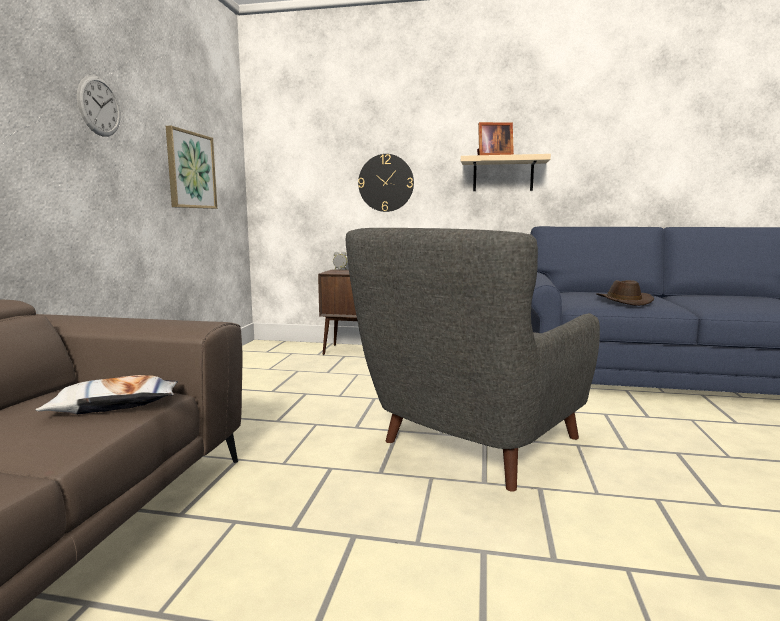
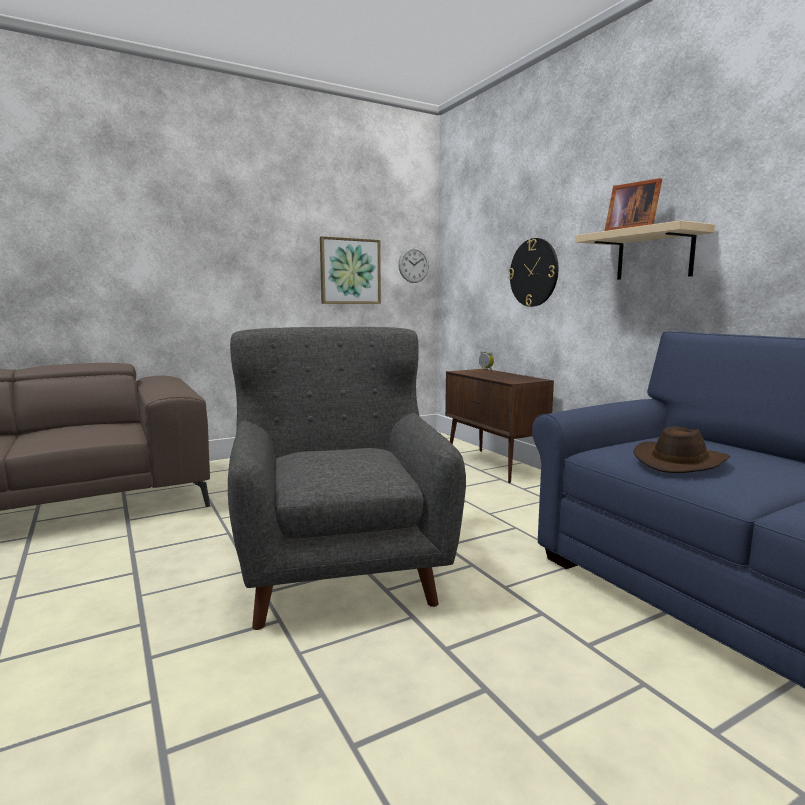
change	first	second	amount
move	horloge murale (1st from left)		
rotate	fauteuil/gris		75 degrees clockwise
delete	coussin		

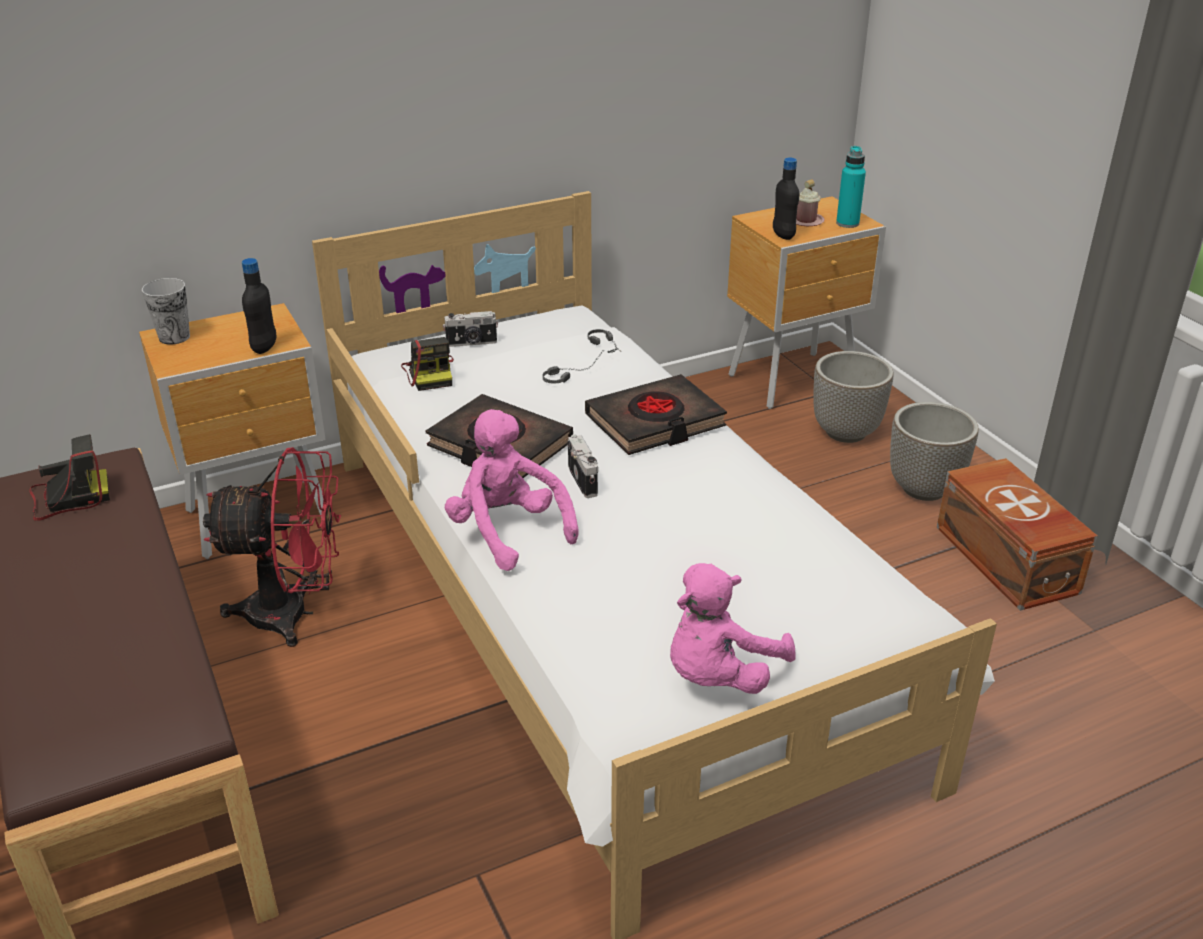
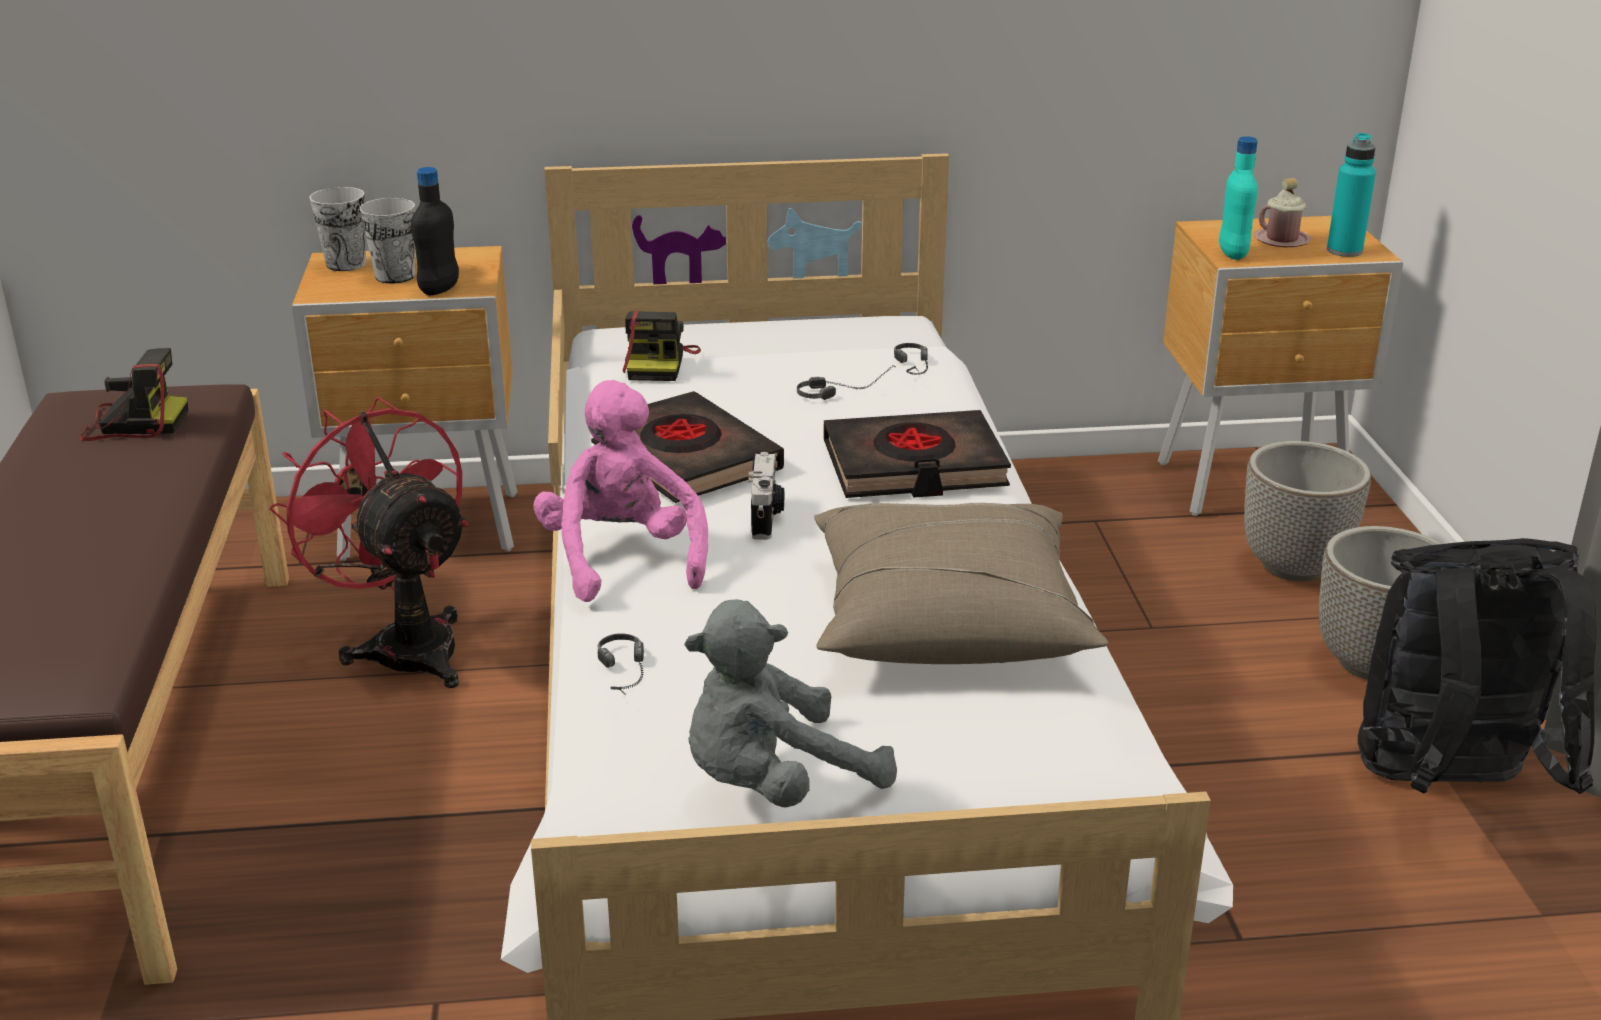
change	first	second	amount
recolor	bouteille/noir (2nd from left)	bouteille/turquoise (1st from left)	
delete	appareil photo (3rd from left)		
rotate	ventilateur/rouge		150 degrees counterclockwise
replace	boîte de rangement/marron	sac à dos/noir	
recolor	peluche/rose (2nd from left)	peluche/gris	
insert		tasse (2nd from left)	
insert		coussin/beige	
insert		casque audio (1st from left)	

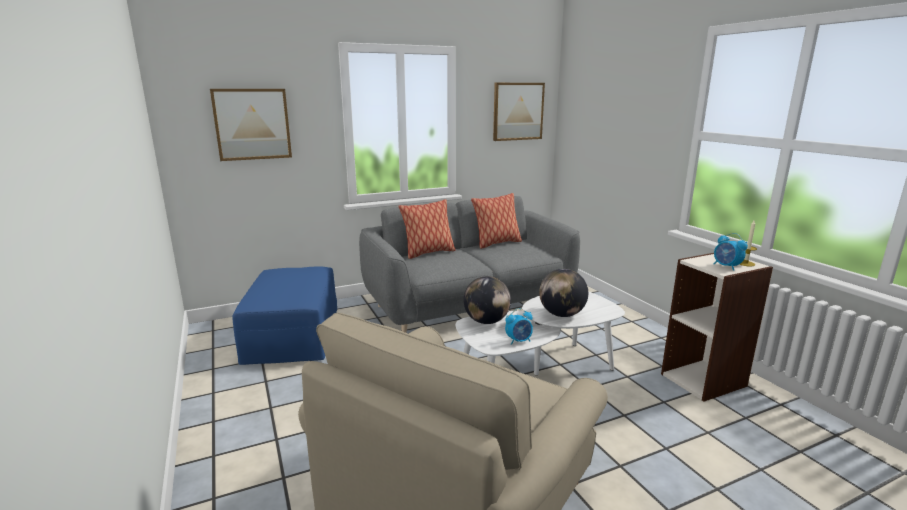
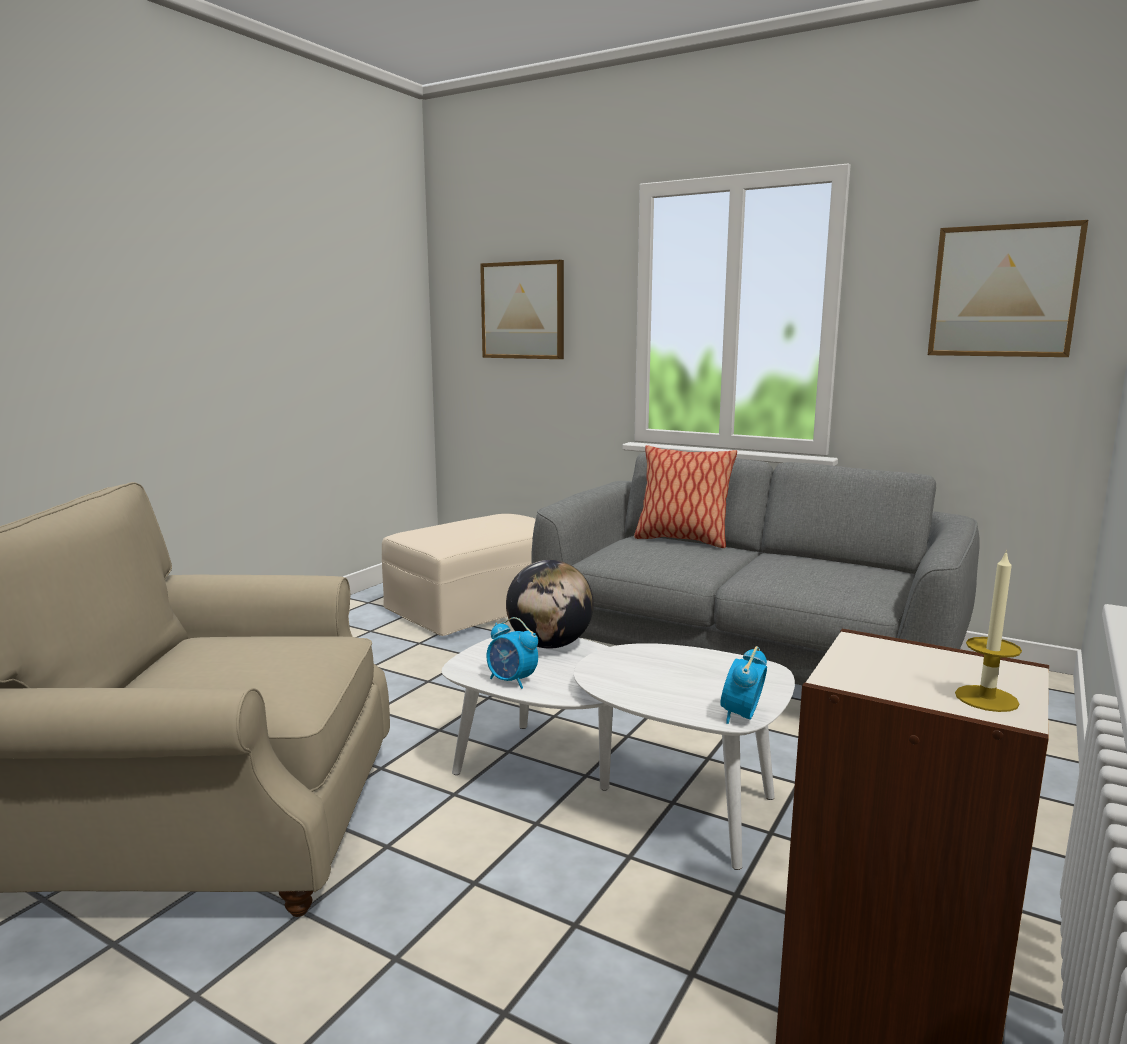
change	first	second	amount
delete	coussin (2nd from left)		
move	réveil (2nd from left)		
recolor	pouf/bleu	pouf/beige	
delete	globe (2nd from left)		

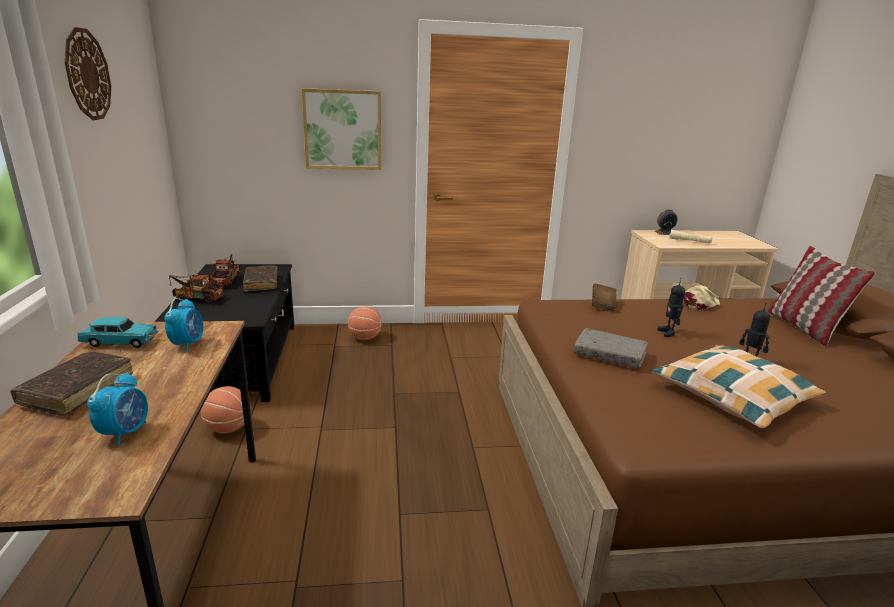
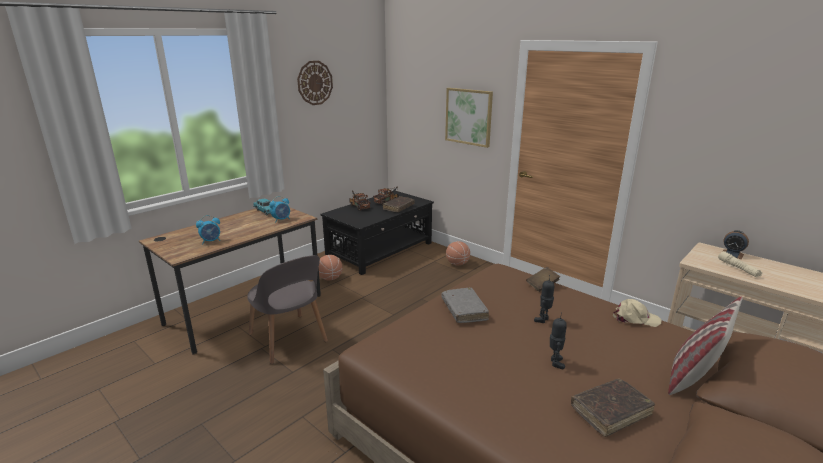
change	first	second	amount
delete	coussin (1st from left)		
move	livre/marron (1st from left in the first image)	livre/marron (3rd from left)	
insert		chaise/gris	

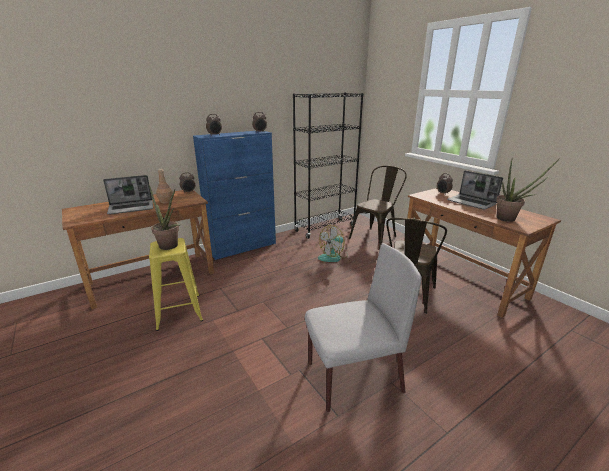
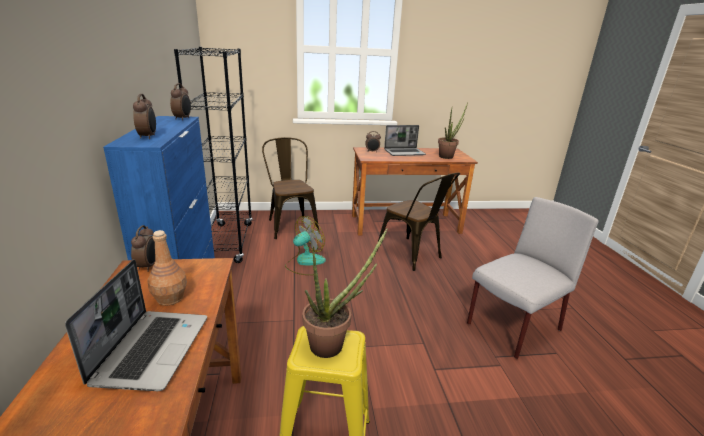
change	first	second	amount
rotate	ventilateur		120 degrees counterclockwise
rotate	chaise/gris		45 degrees clockwise

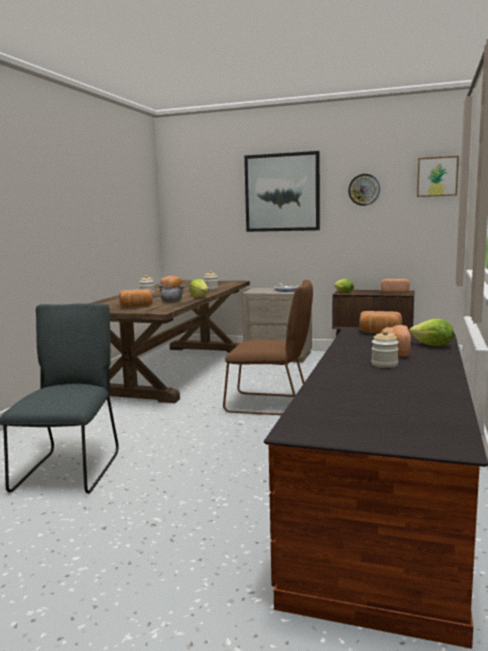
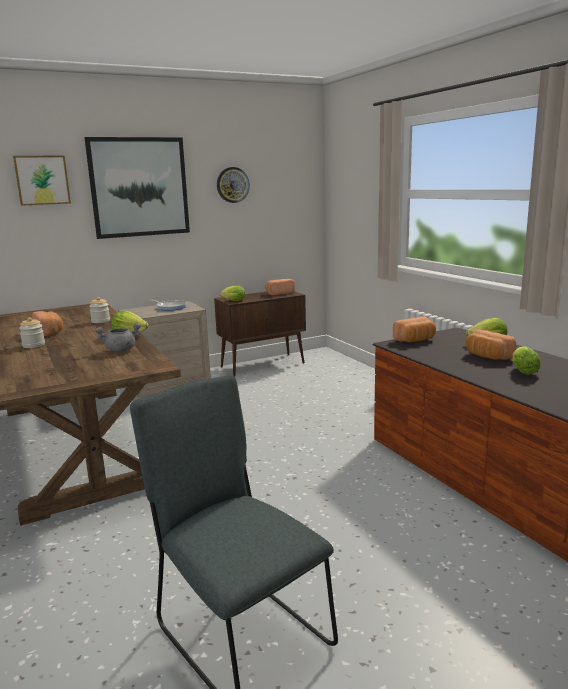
change	first	second	amount
move	tableau (2nd from left in the first image)	tableau (1st from left)	
delete	chaise/marron		
delete	pain (1st from left)		
replace	bocal (3rd from left)	laitue (4th from left)	

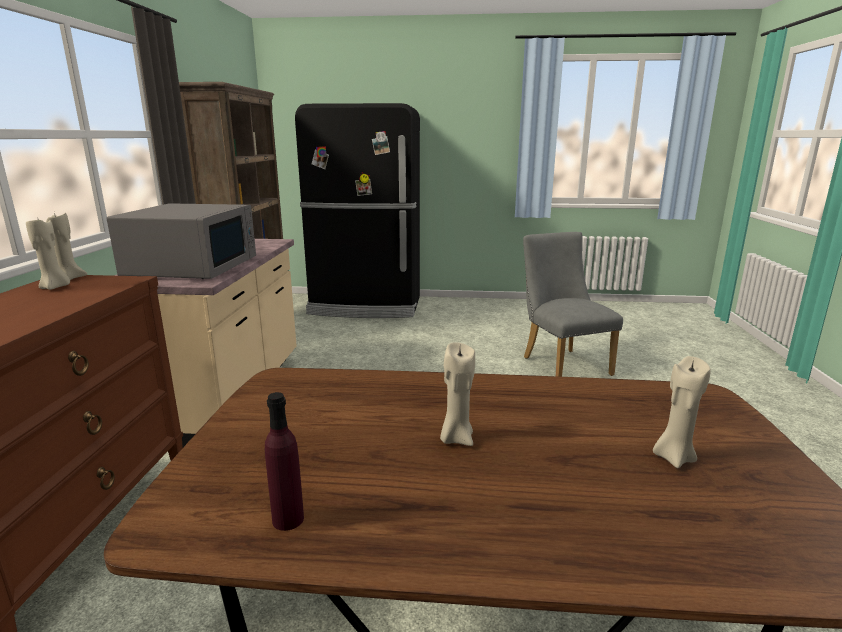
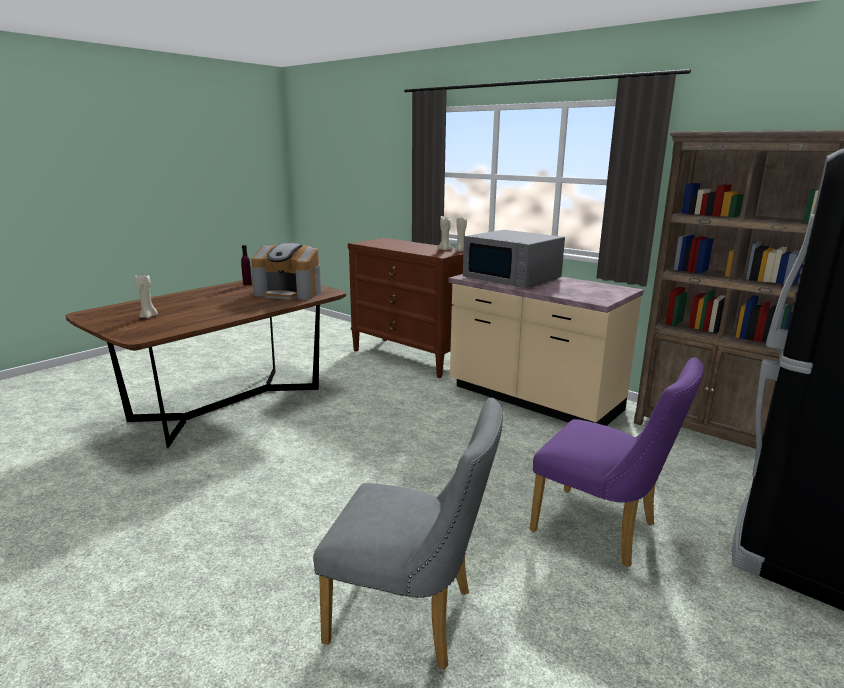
change	first	second	amount
delete	bougie/beige (3rd from left)		
insert		machine à café	
insert		chaise/violet	

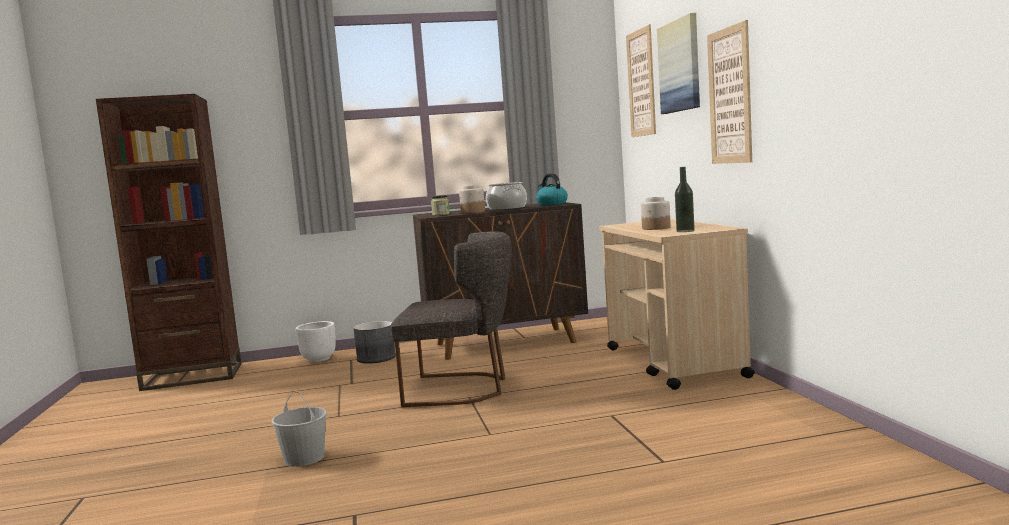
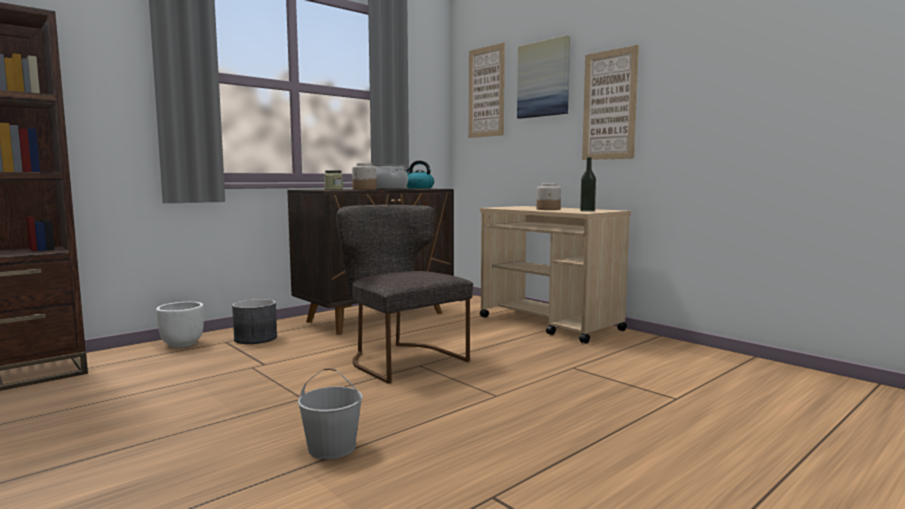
change	first	second	amount
rotate	chaise/gris		105 degrees counterclockwise

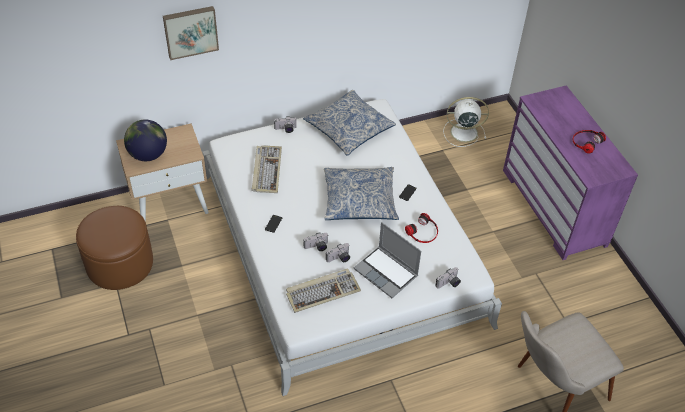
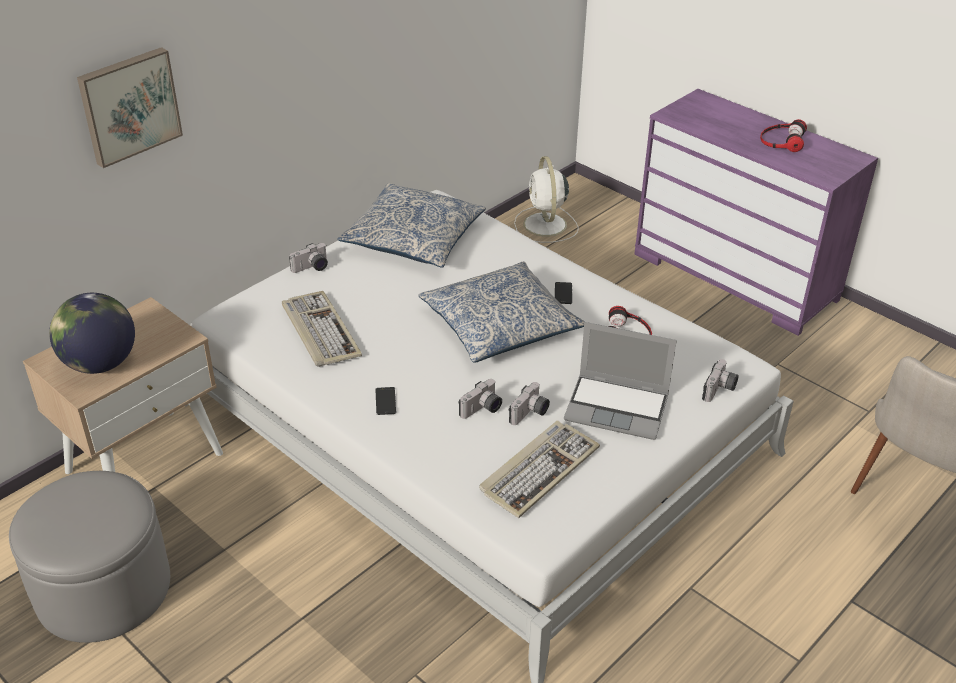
change	first	second	amount
rotate	ventilateur/blanc		75 degrees counterclockwise
recolor	pouf/marron	pouf/gris	

